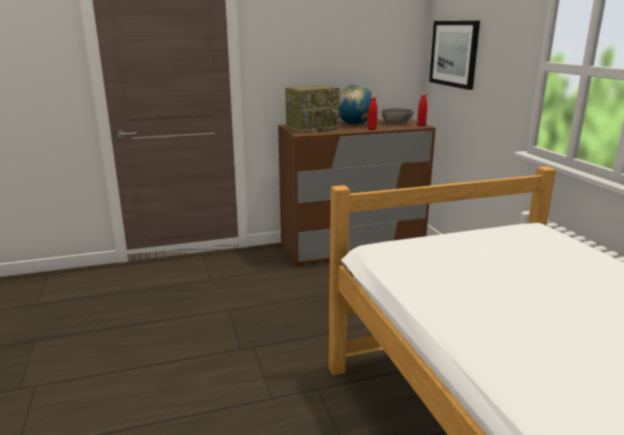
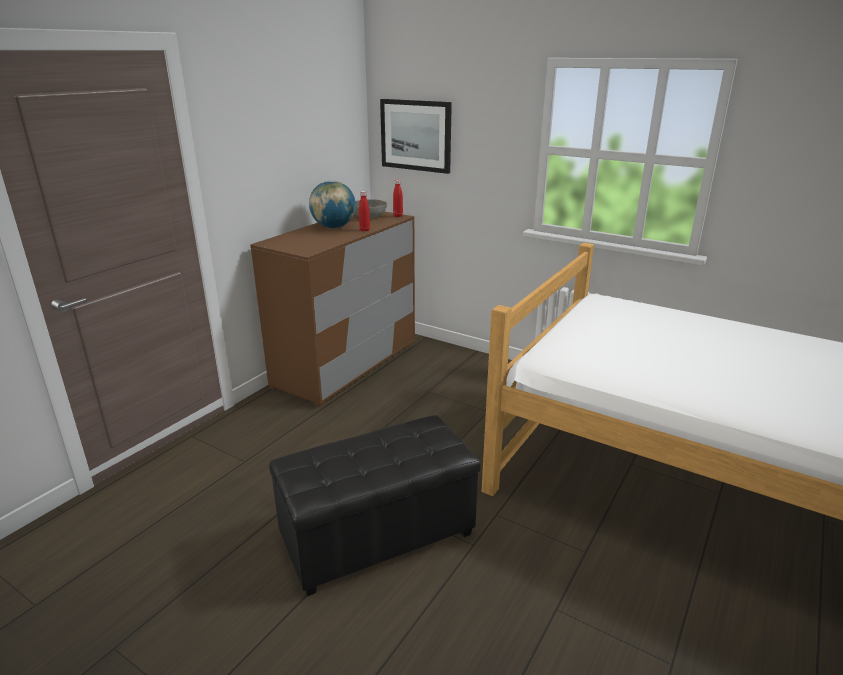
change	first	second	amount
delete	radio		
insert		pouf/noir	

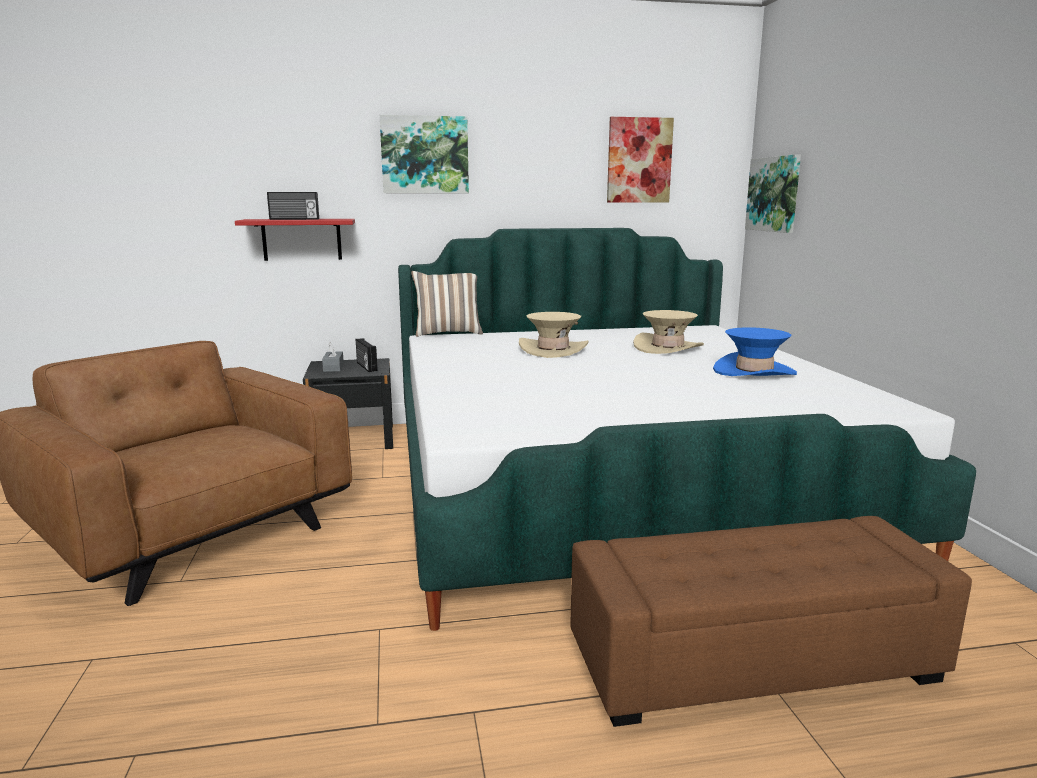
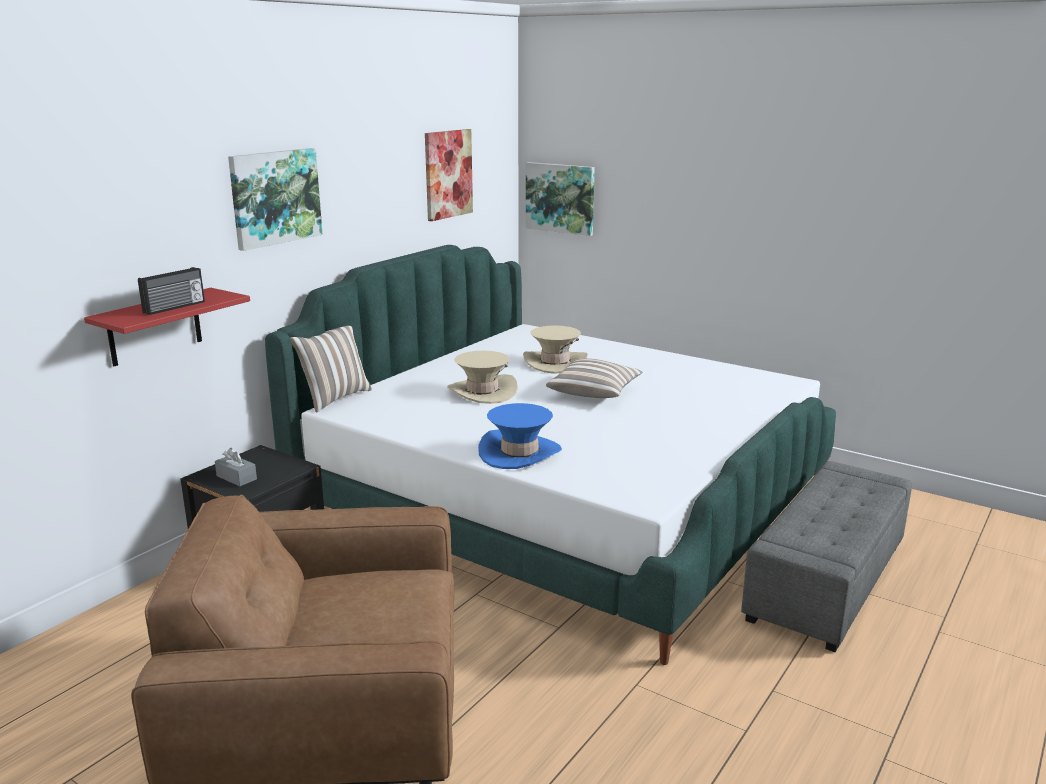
change	first	second	amount
move	chapeau/bleu		
delete	radio (2nd from left)		
recolor	pouf/marron	pouf/gris	
insert		coussin (2nd from left)	

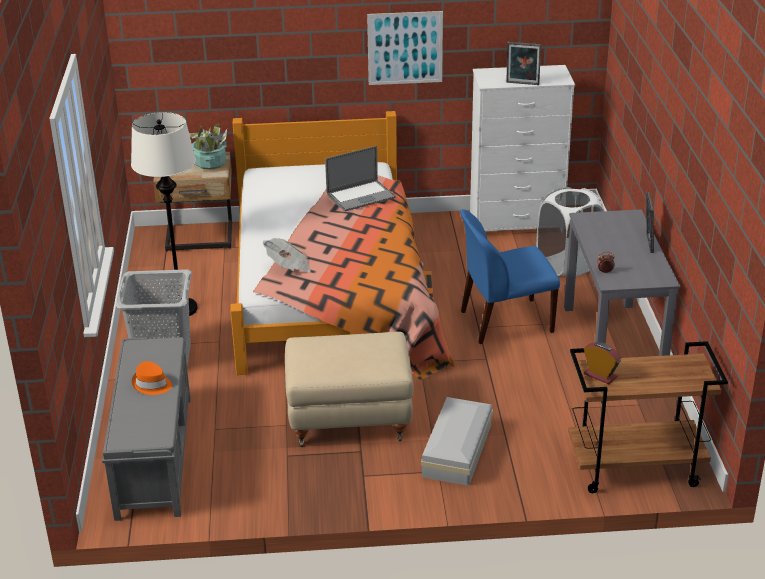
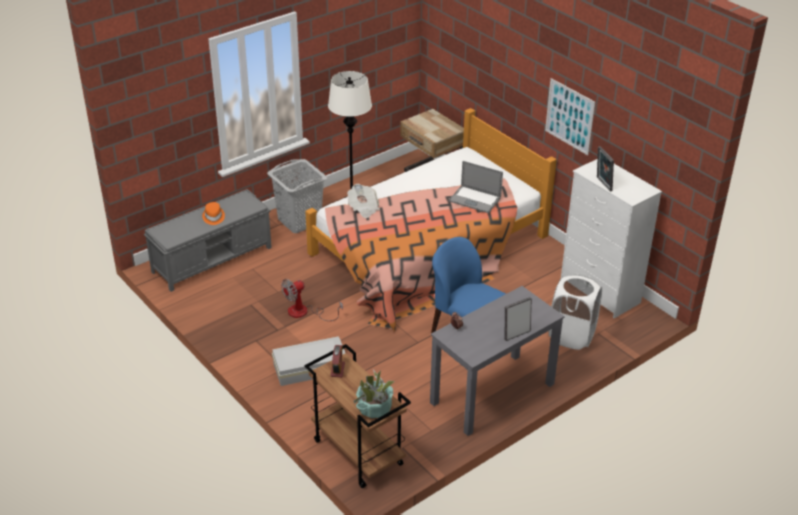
change	first	second	amount
move	plante en pot		
replace	pouf/beige	ventilateur	

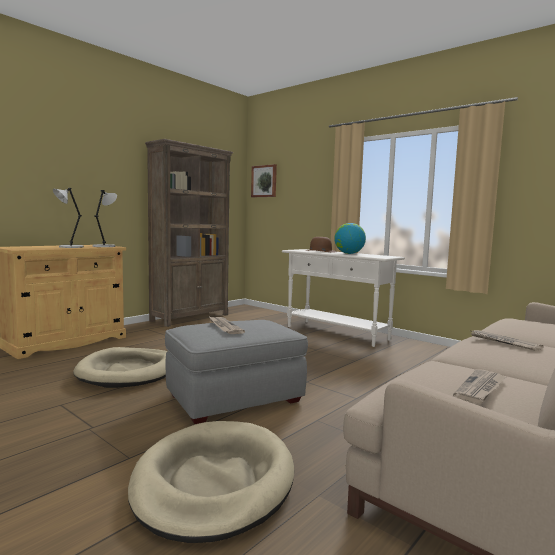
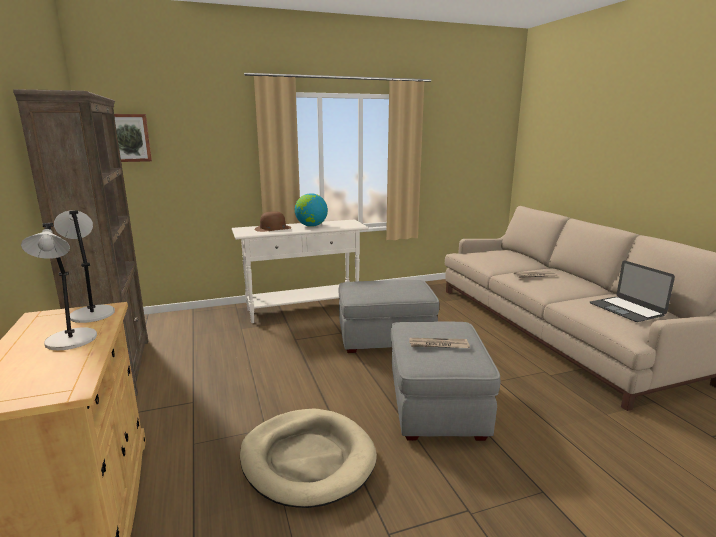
change	first	second	amount
replace	journal (2nd from left)	ordinateur portable	
delete	panier pour chien/beige (2nd from left)		
insert		pouf/gris (1st from left)	

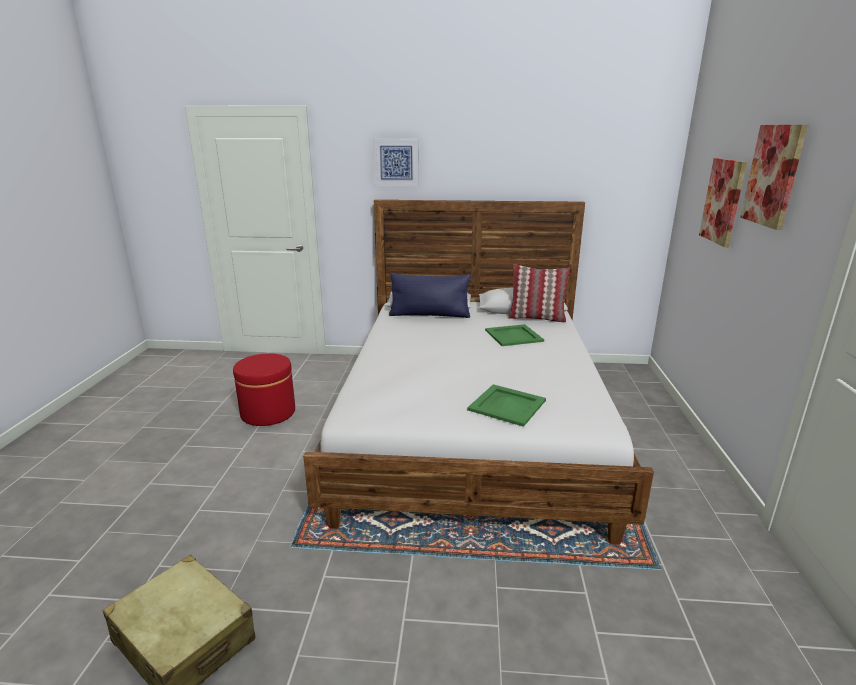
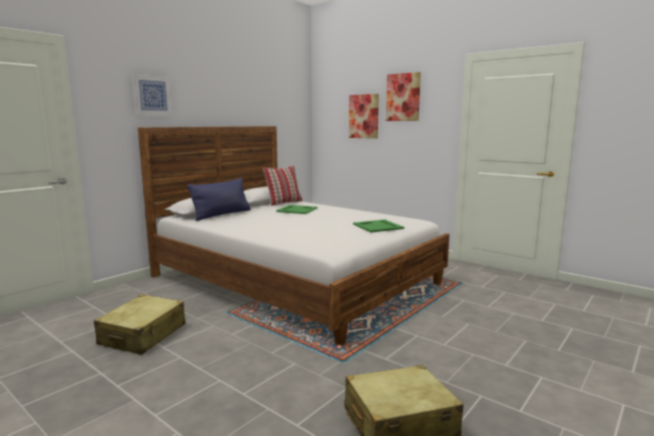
change	first	second	amount
replace	pouf/rouge	valise/beige (1st from left)	

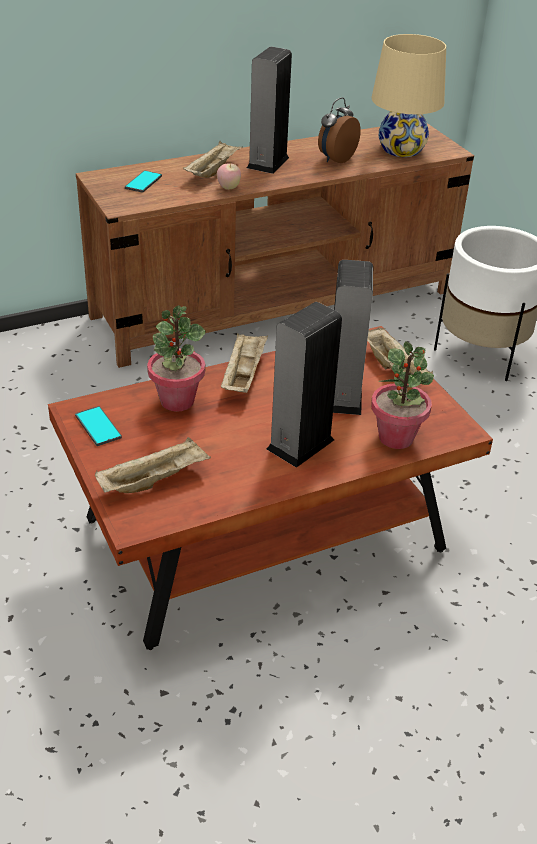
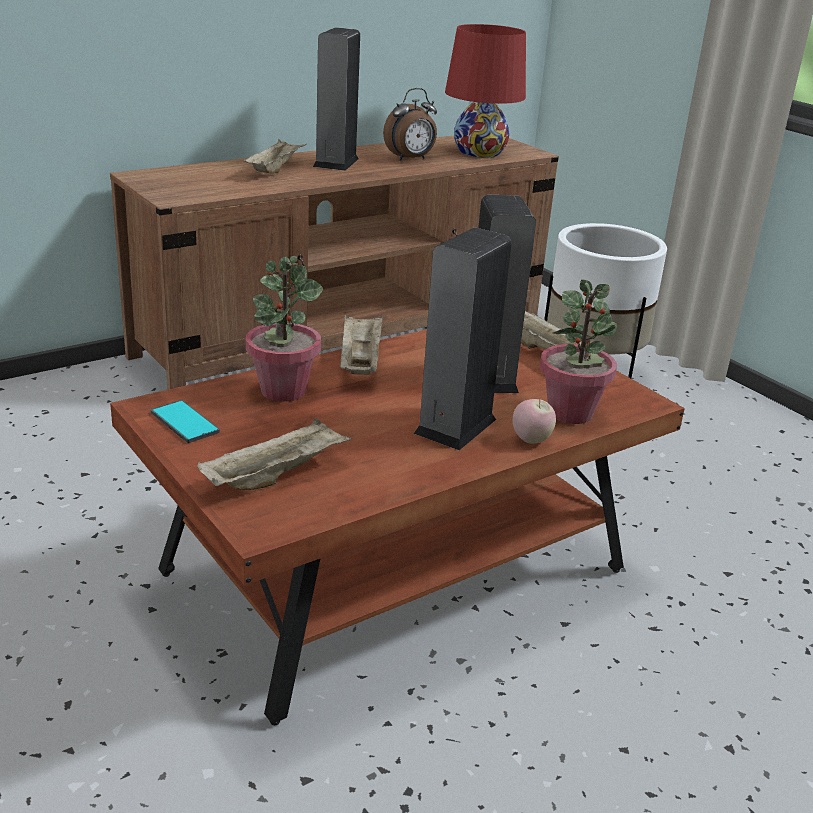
change	first	second	amount
recolor	lampe de table/beige	lampe de table/rouge	
rotate	réveil		150 degrees counterclockwise
move	pomme		
delete	téléphone (2nd from left)		

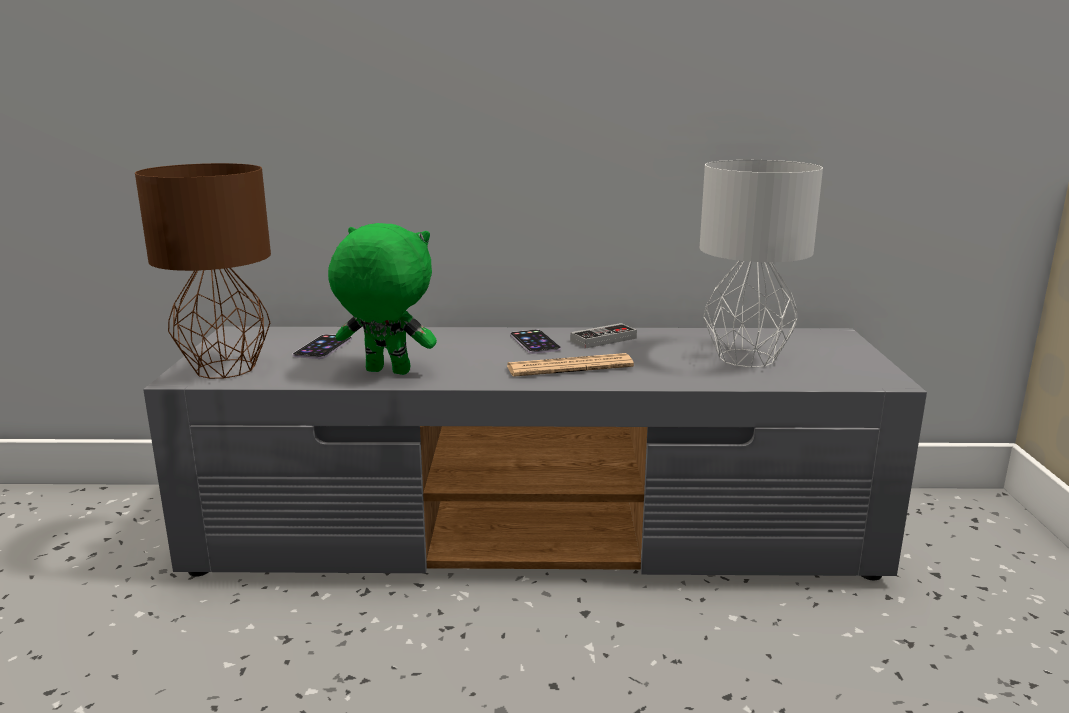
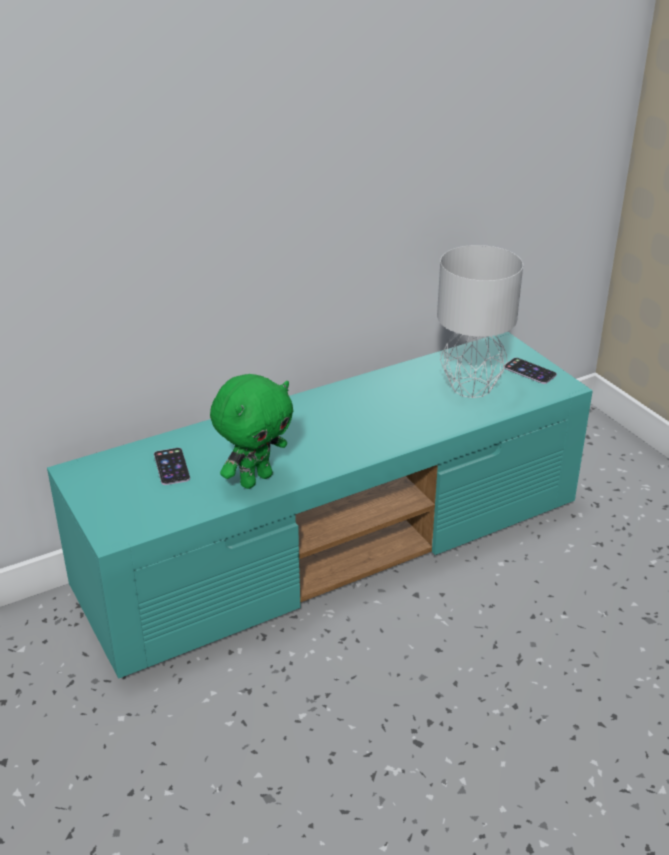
change	first	second	amount
delete	lampe de table/marron		
rotate	peluche/vert		150 degrees clockwise
delete	manette		
recolor	meuble télé/gris	meuble télé/turquoise	
move	téléphone (2nd from left)		
delete	journal		

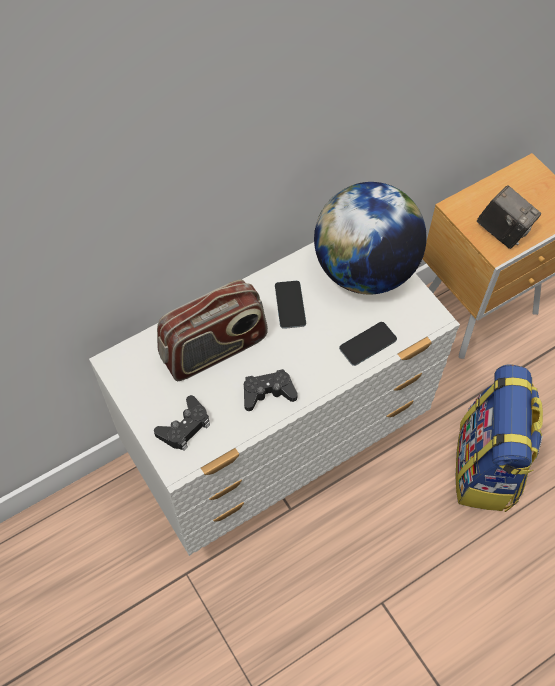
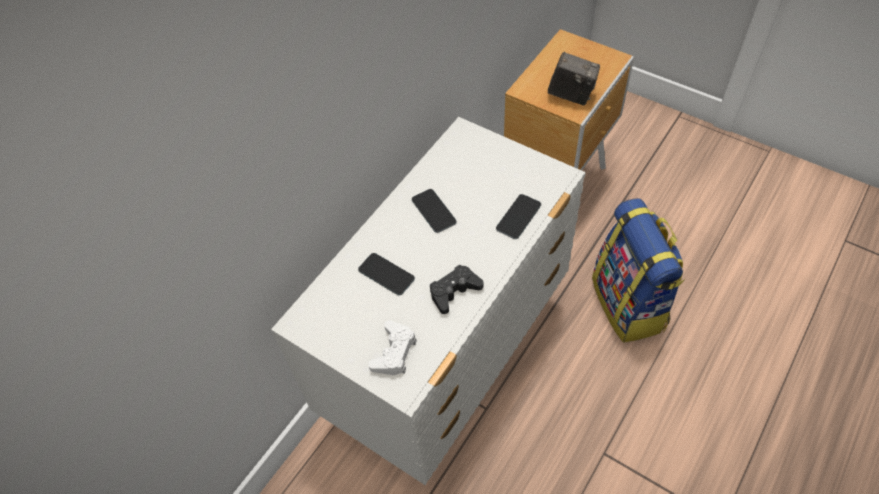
change	first	second	amount
delete	globe		
replace	radio	téléphone (1st from left)	
recolor	manette/noir (1st from left)	manette/blanc	

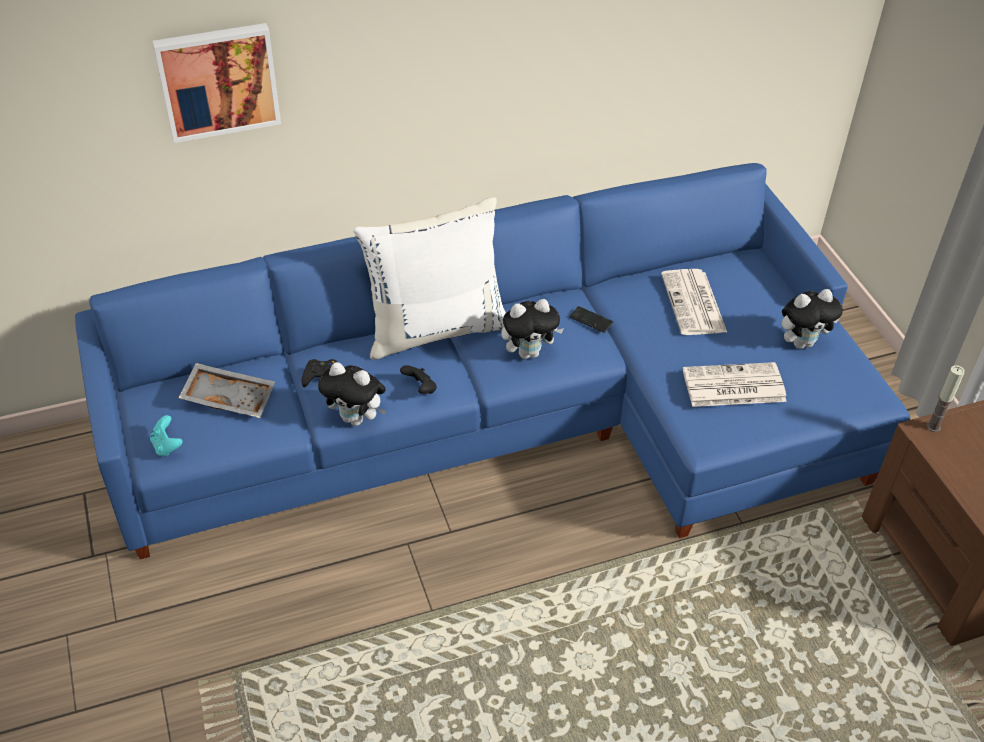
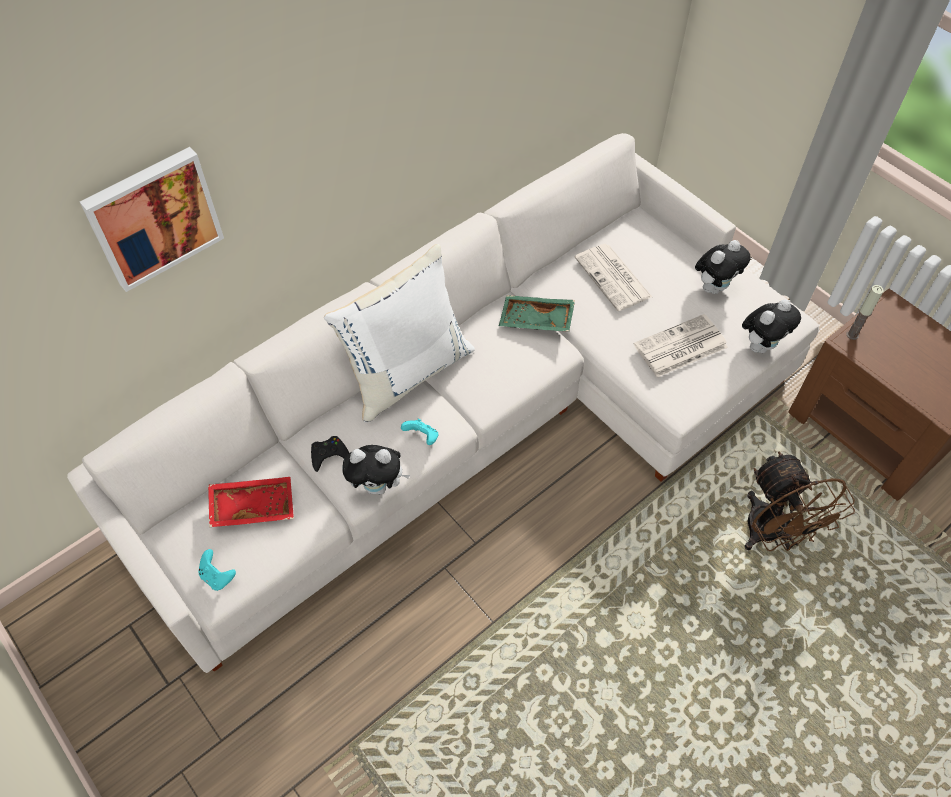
change	first	second	amount
recolor	canapé/bleu	canapé/blanc	
move	peluche (2nd from left in the first image)	peluche (3rd from left)	
replace	téléphone	plateau/vert	
recolor	plateau/gris	plateau/rouge	
recolor	manette/noir (2nd from left)	manette/turquoise (2nd from left)	
insert		ventilateur/marron	

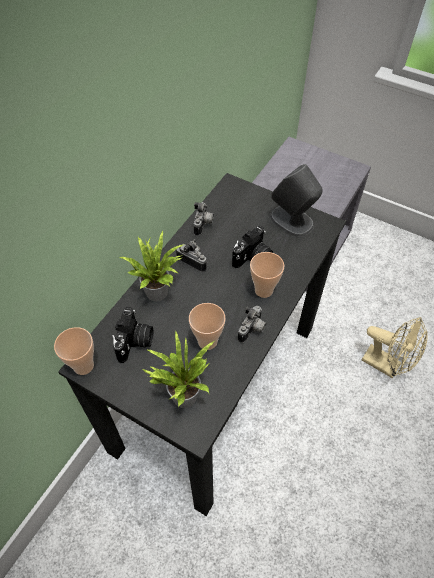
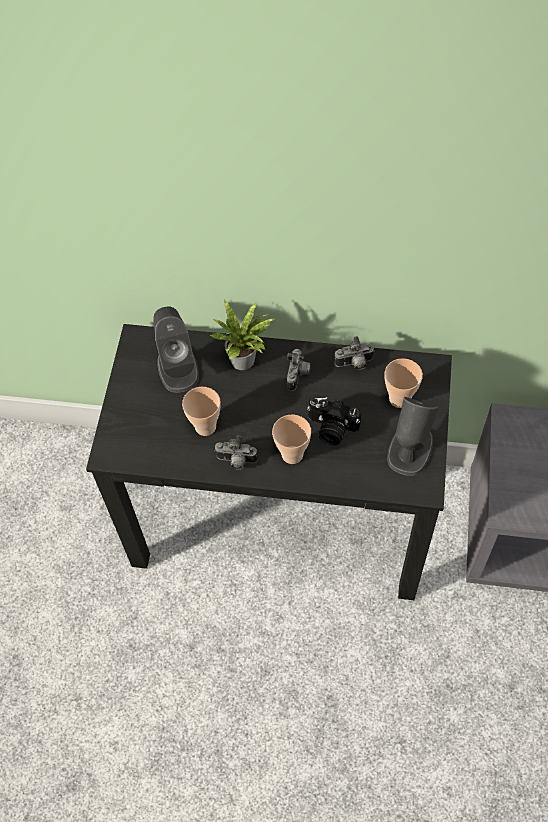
change	first	second	amount
replace	appareil photo (1st from left)	enceinte/gris (1st from left)	
delete	ventilateur/beige		
move	tasse (1st from left in the first image)	tasse (3rd from left)	
delete	plante en pot (2nd from left)		

